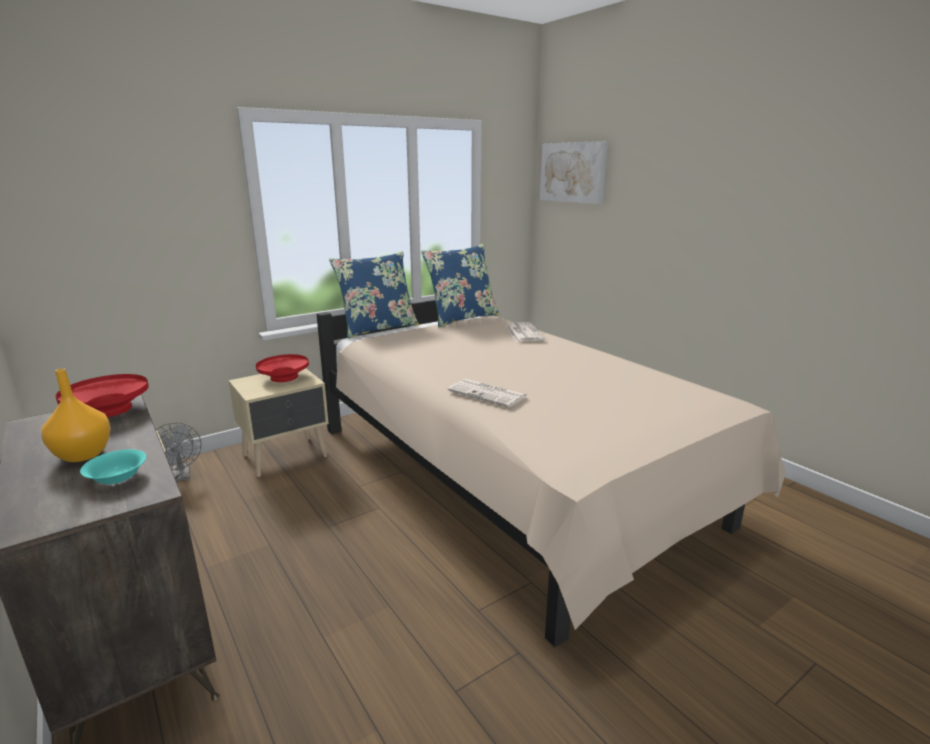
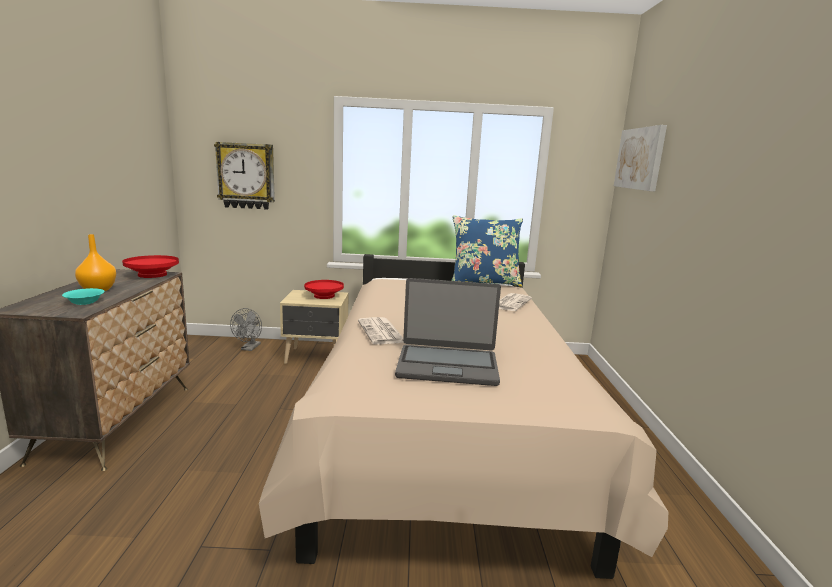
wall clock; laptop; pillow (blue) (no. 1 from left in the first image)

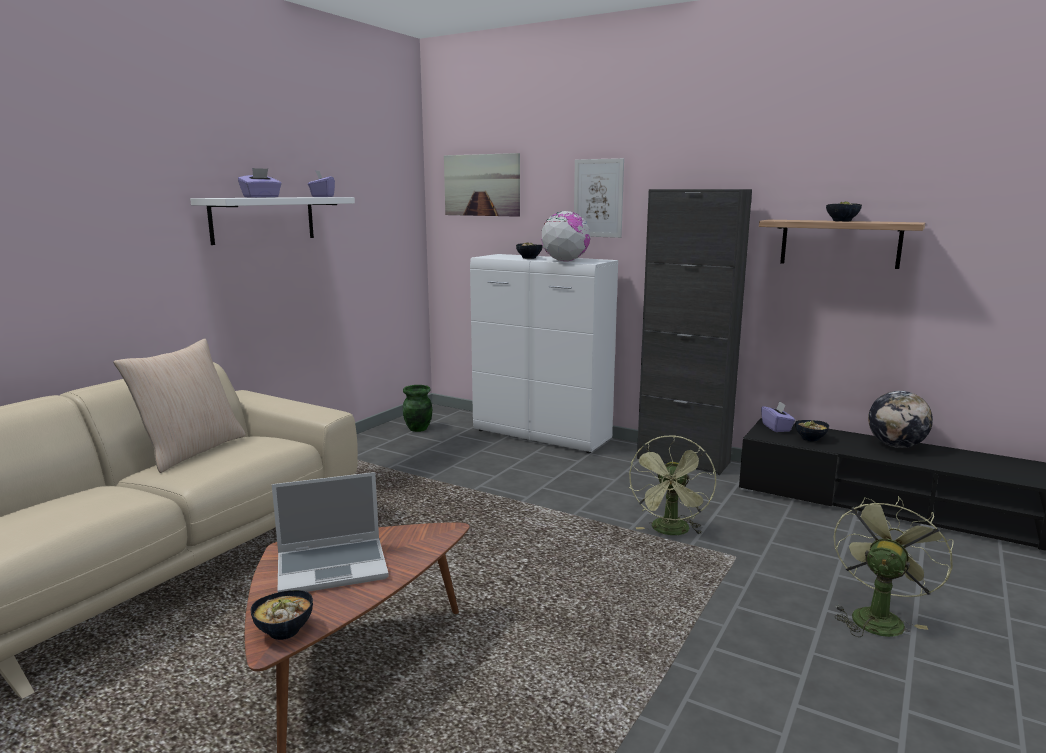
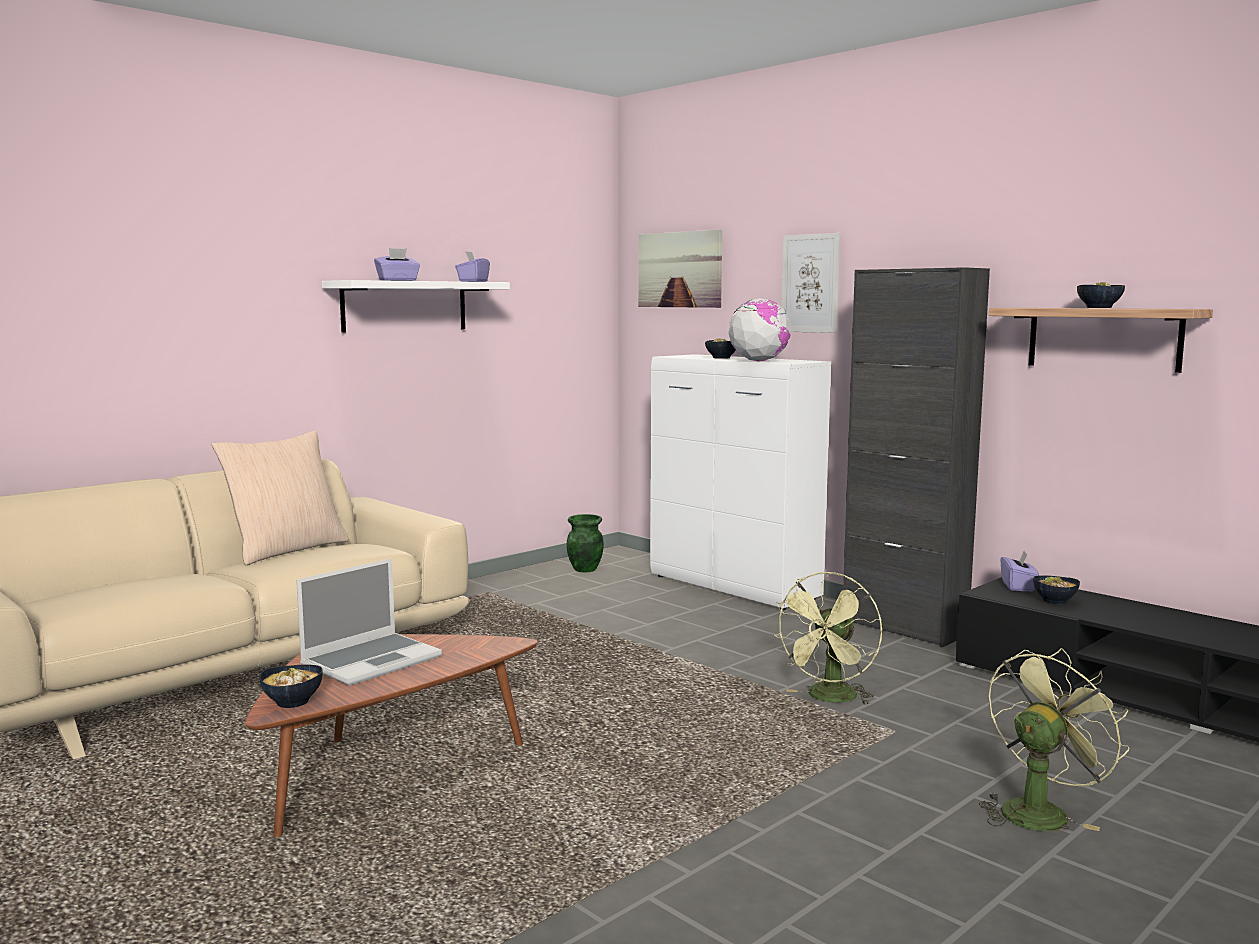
laptop; globe (no. 2 from left in the first image)

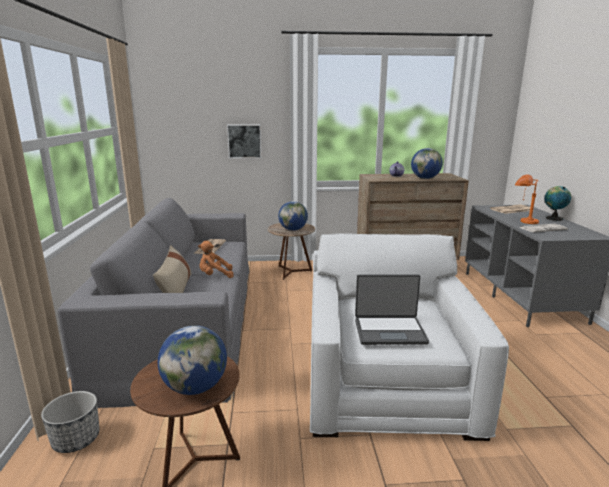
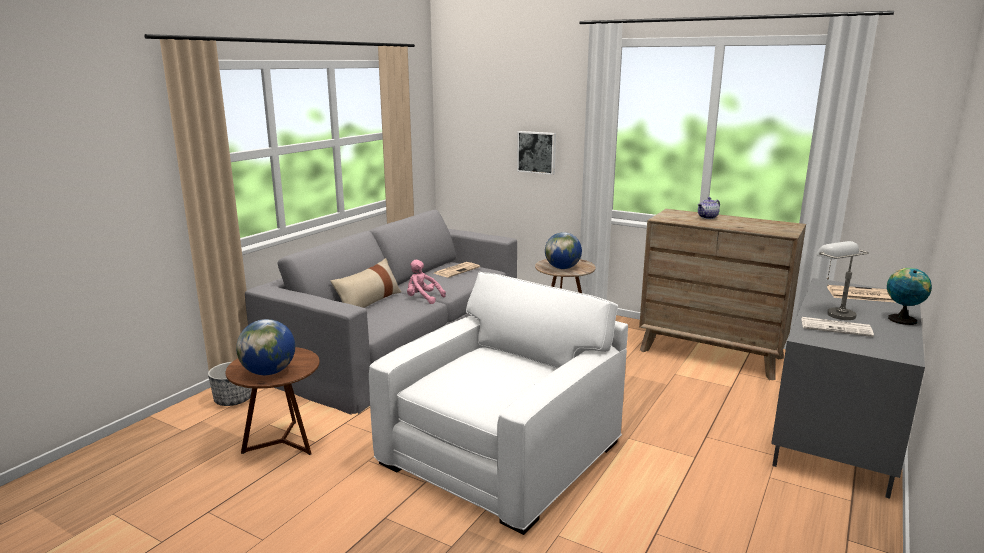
plush toy (pink); table lamp (grey); laptop; globe (no. 3 from left in the first image)

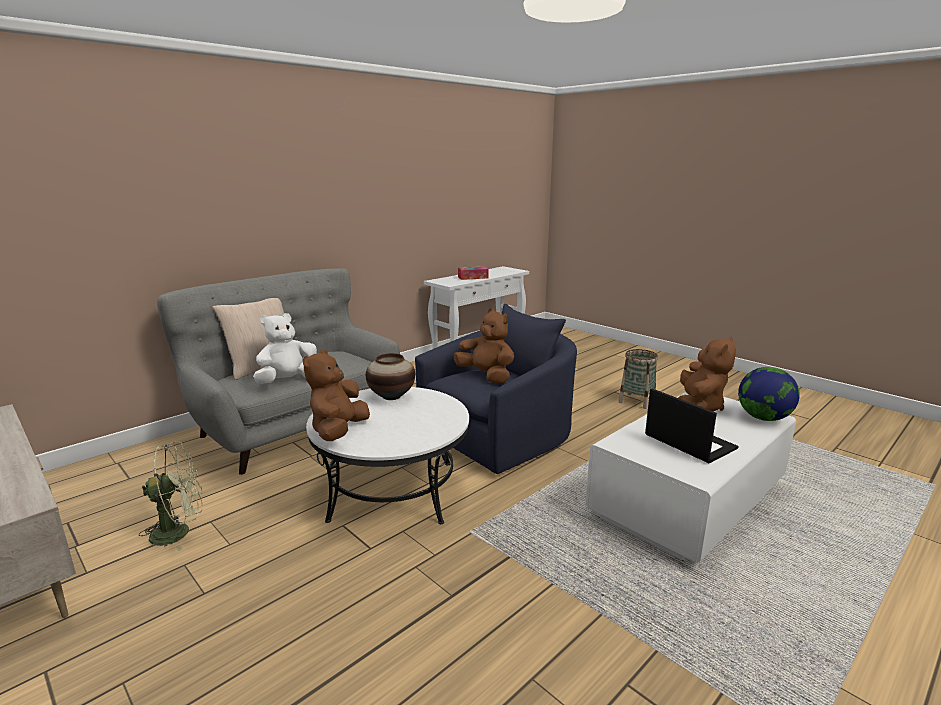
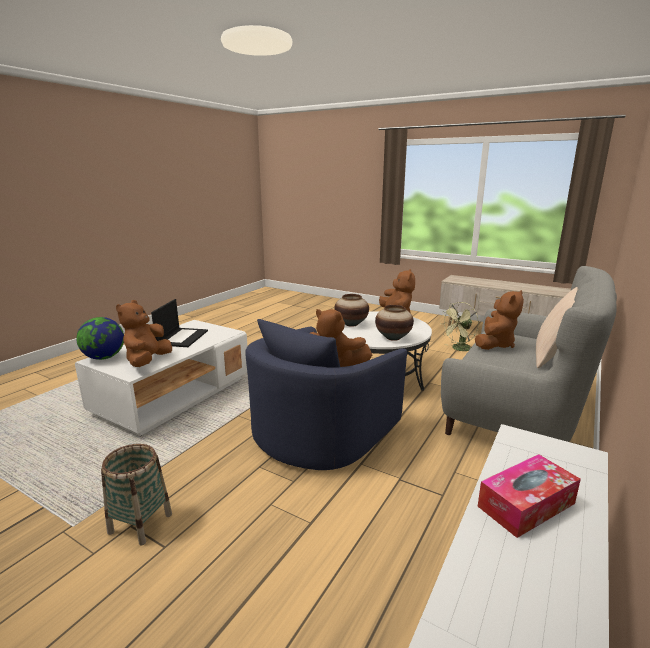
laptop; vase (no. 1 from left); plush toy (brown) (no. 4 from left)

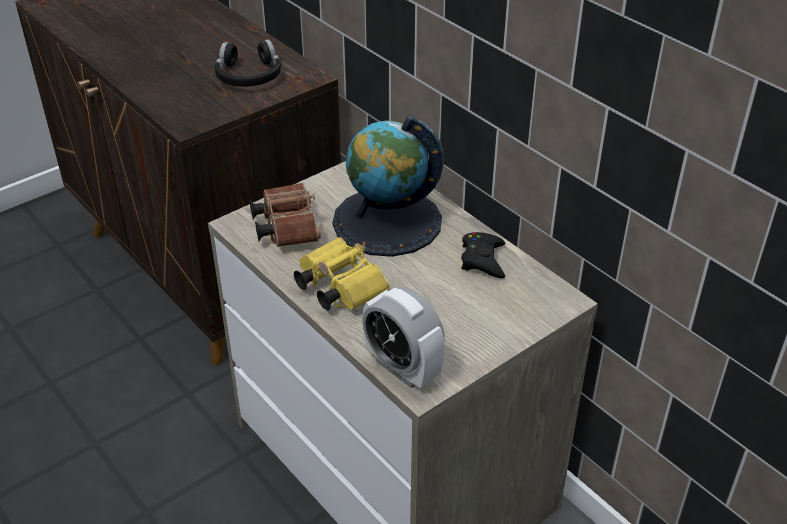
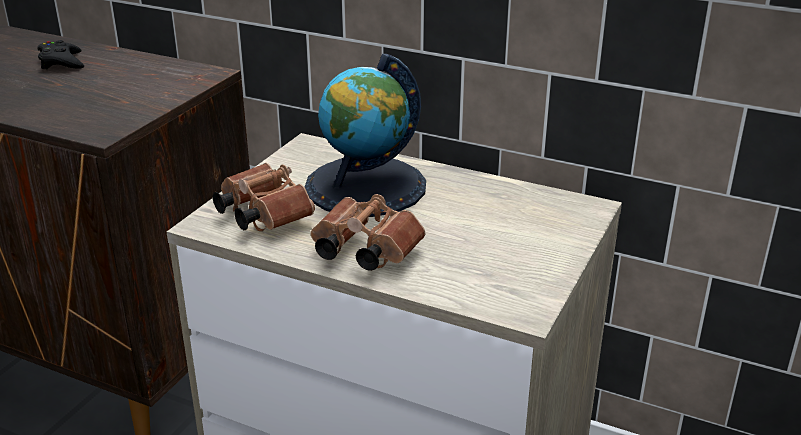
game controller (black); binoculars (brown) (no. 2 from left); headphones (black); alarm clock

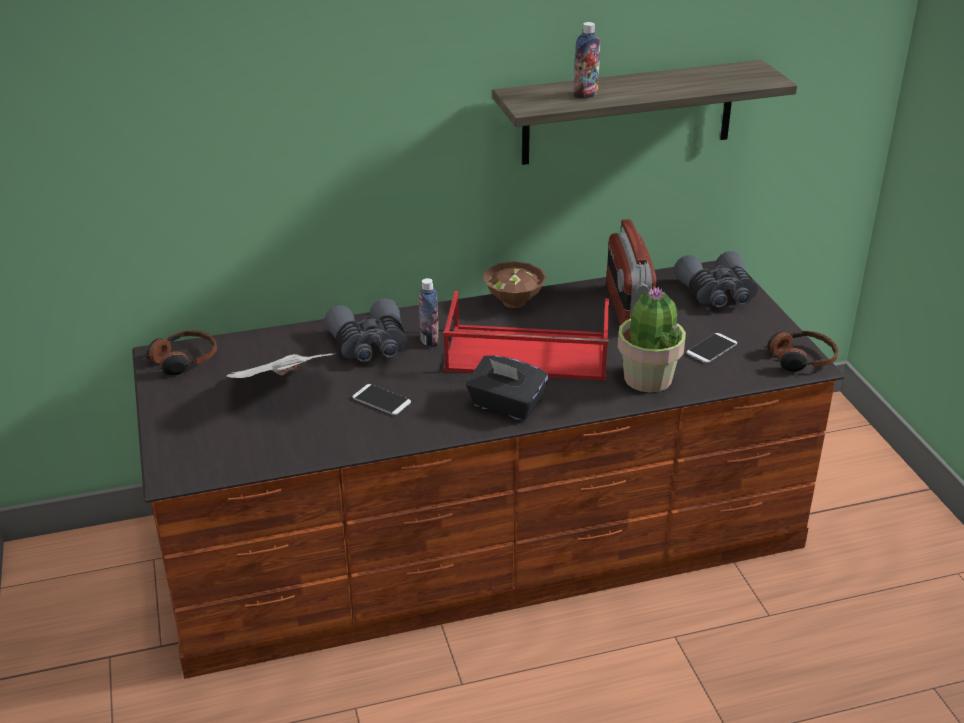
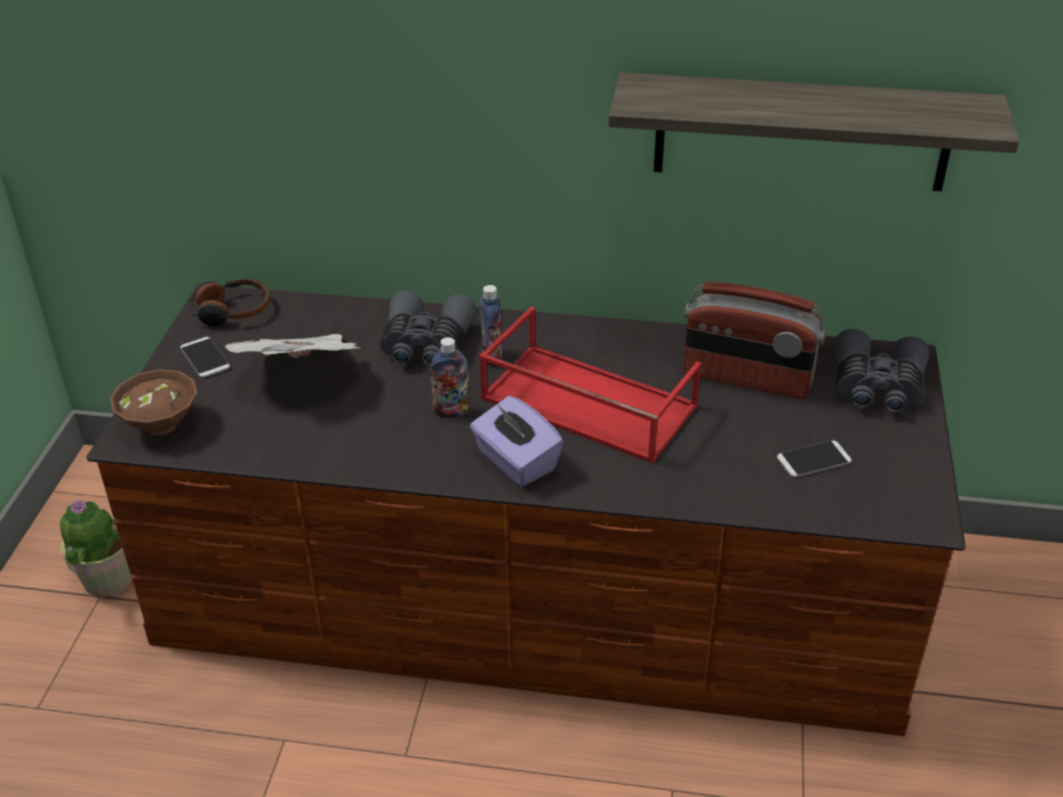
potted plant; bowl (brown); phone (no. 1 from left); bottle (no. 1 from left); tissue box (purple); radio; headphones (no. 2 from left in the first image)

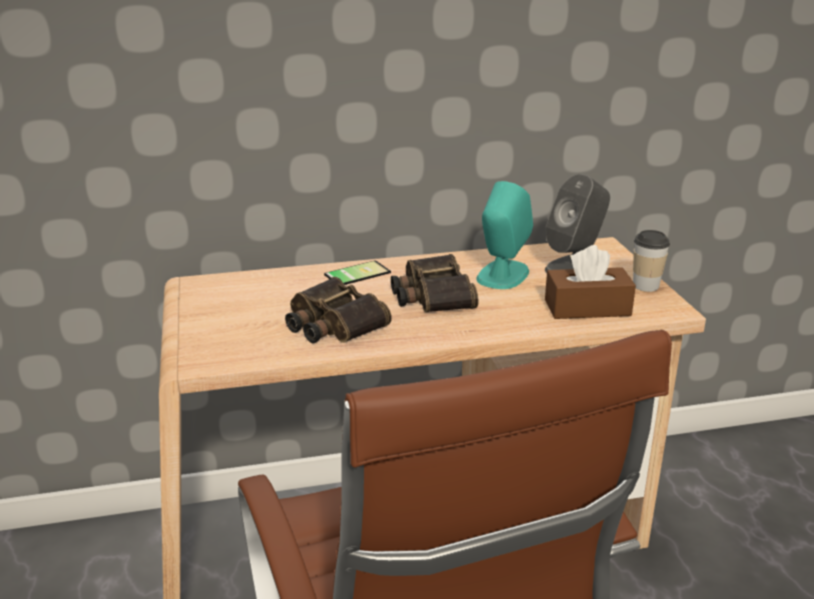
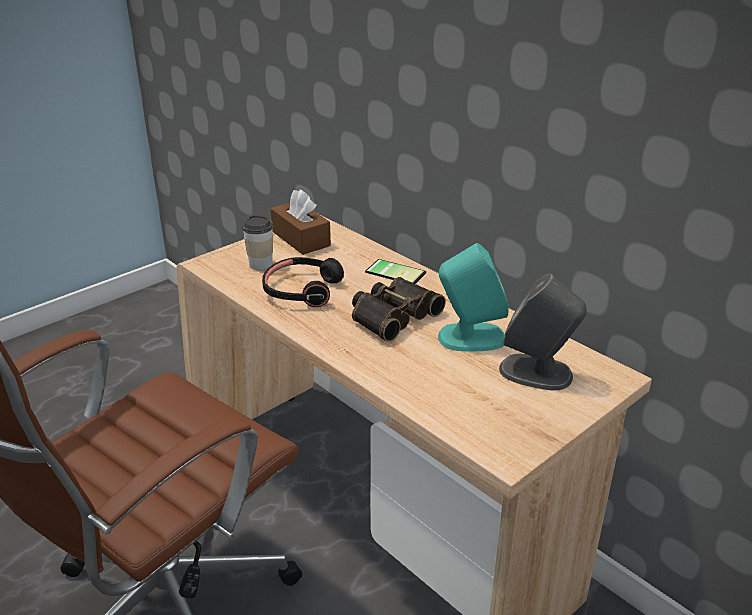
cup; headphones (black); tissue box (brown)

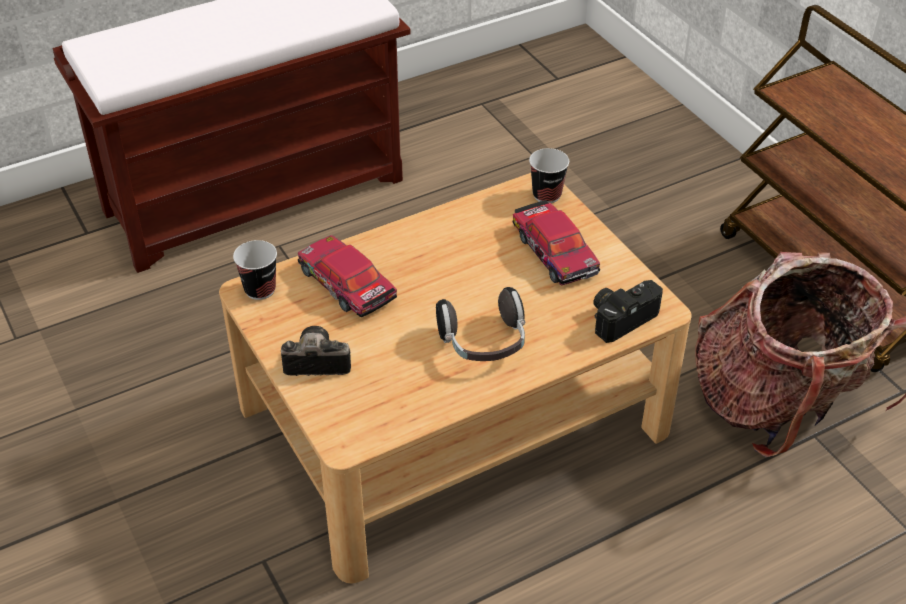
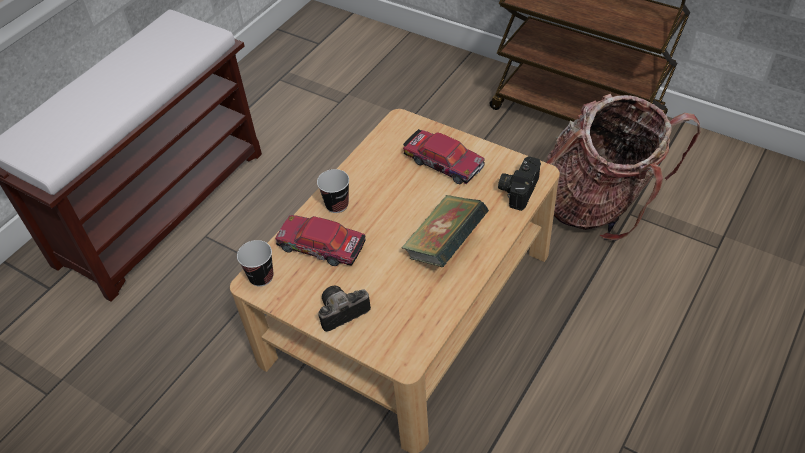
cup (no. 2 from left); book

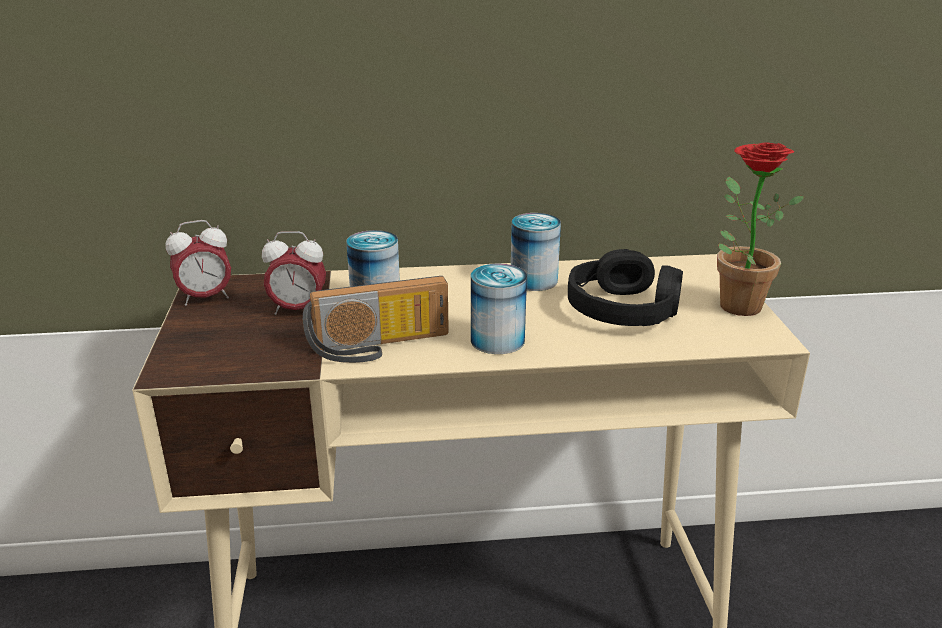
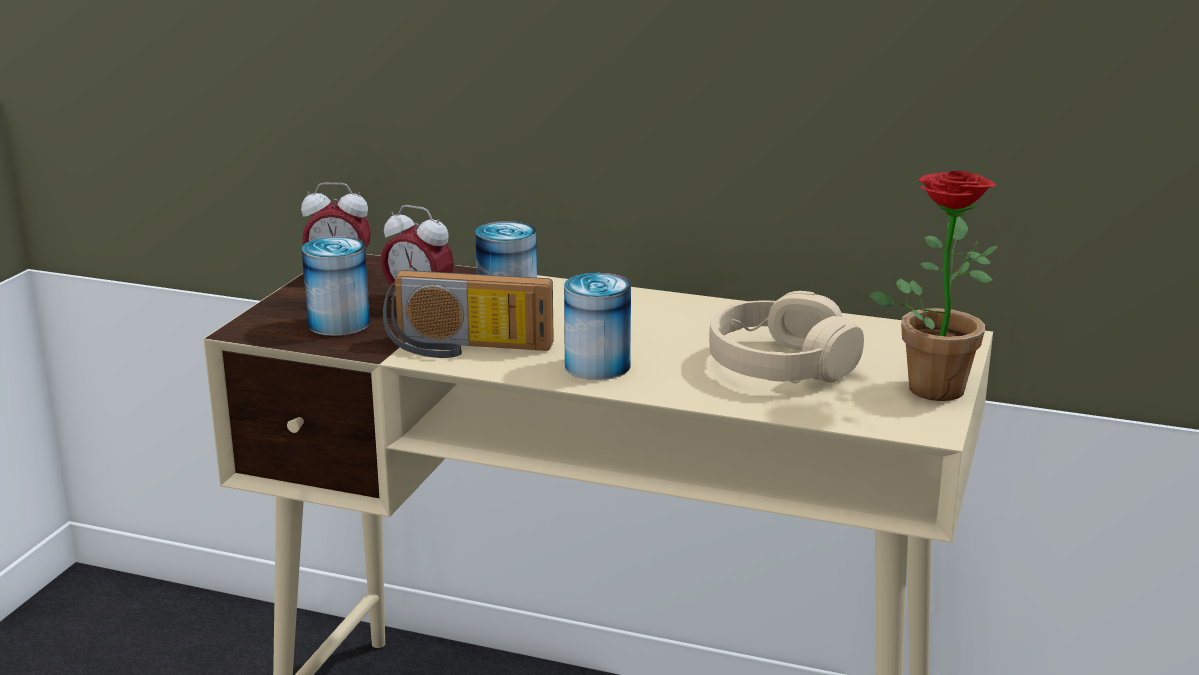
can (no. 1 from left); headphones (beige)

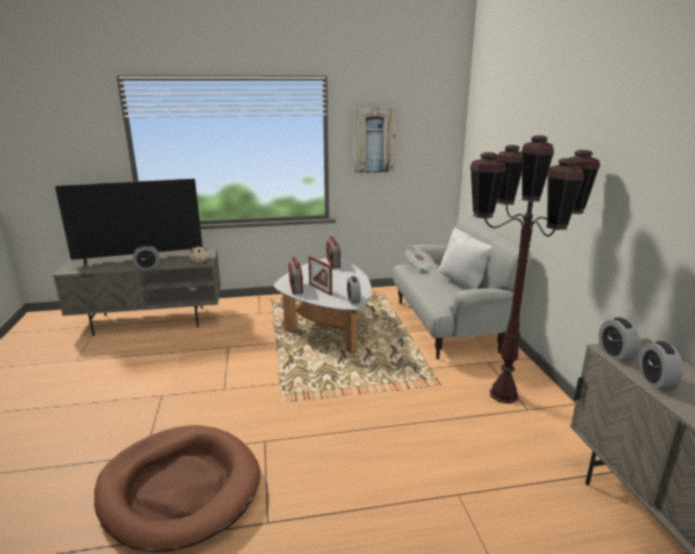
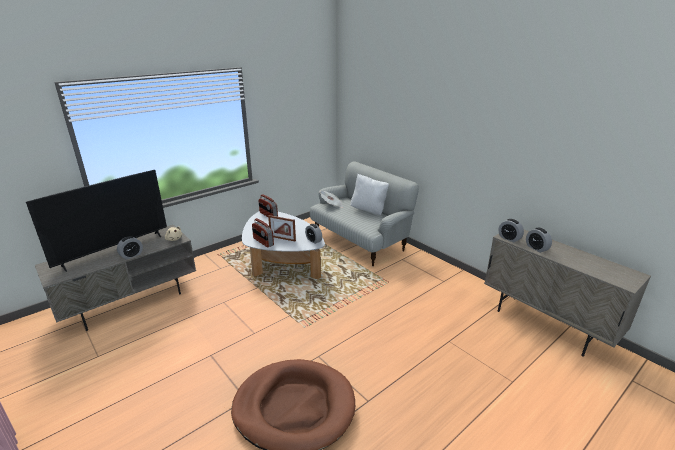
picture; floor lamp (brown)

